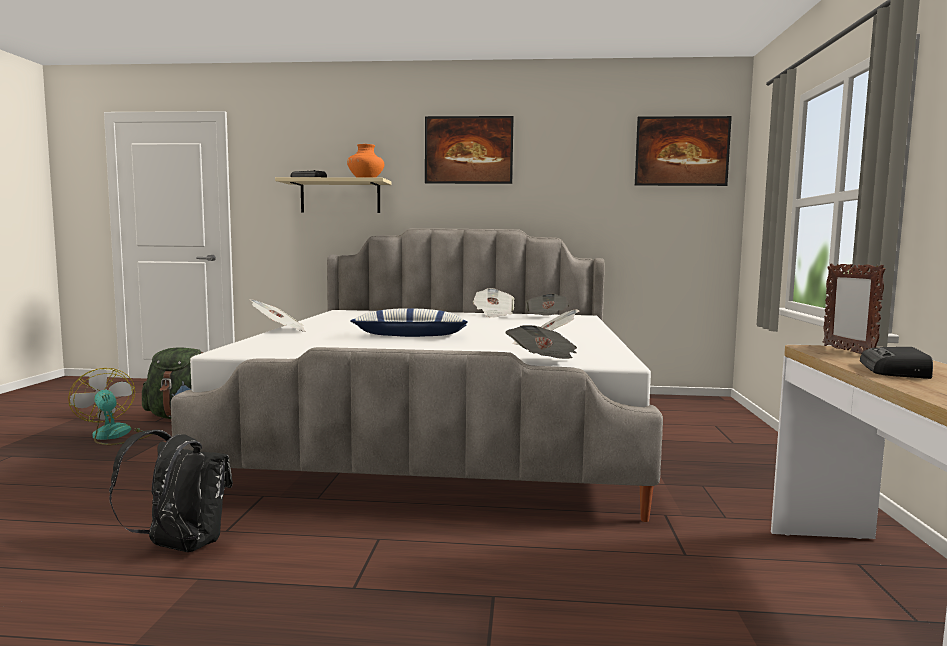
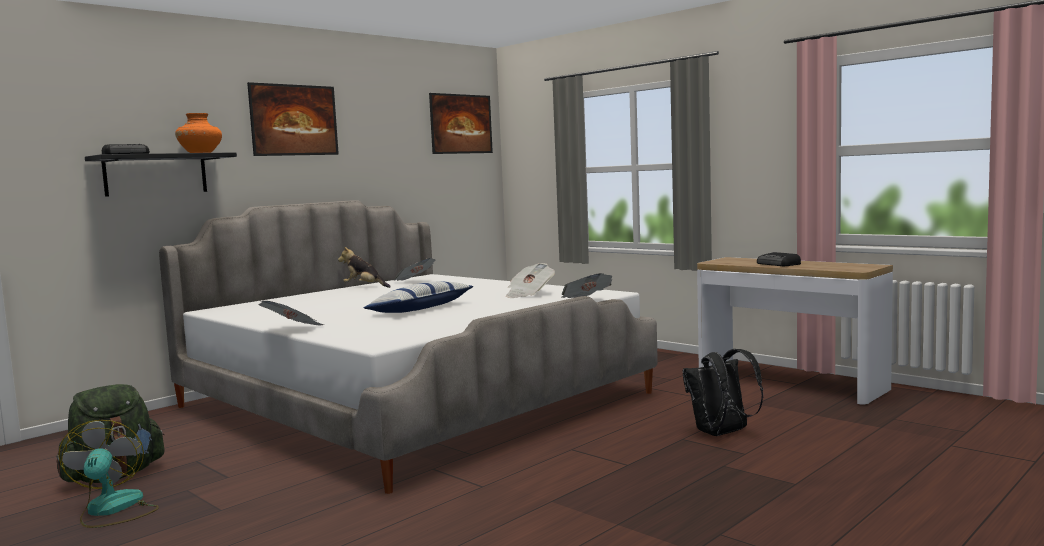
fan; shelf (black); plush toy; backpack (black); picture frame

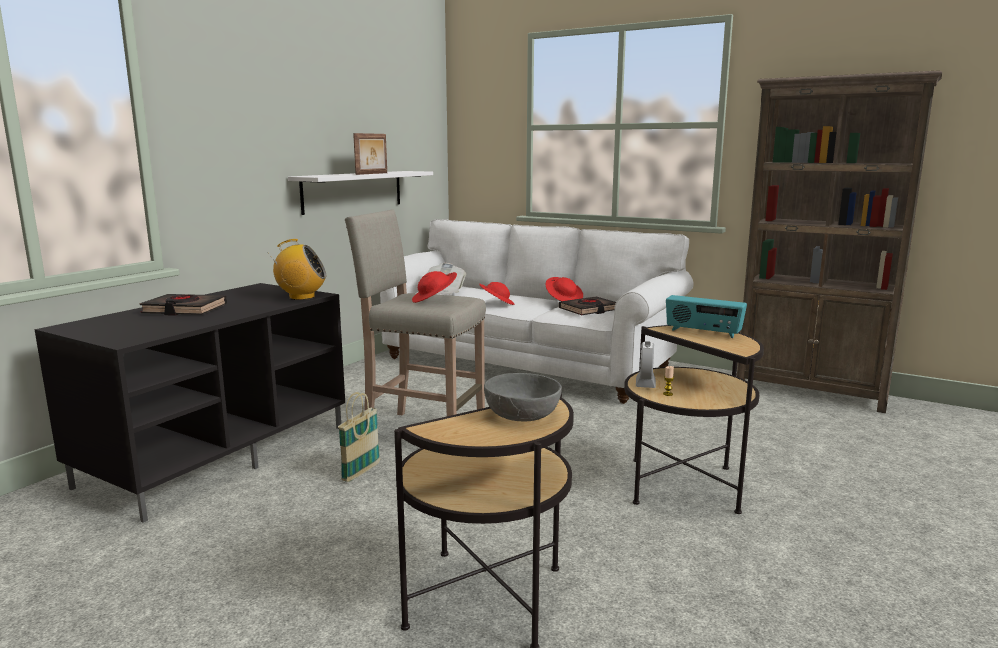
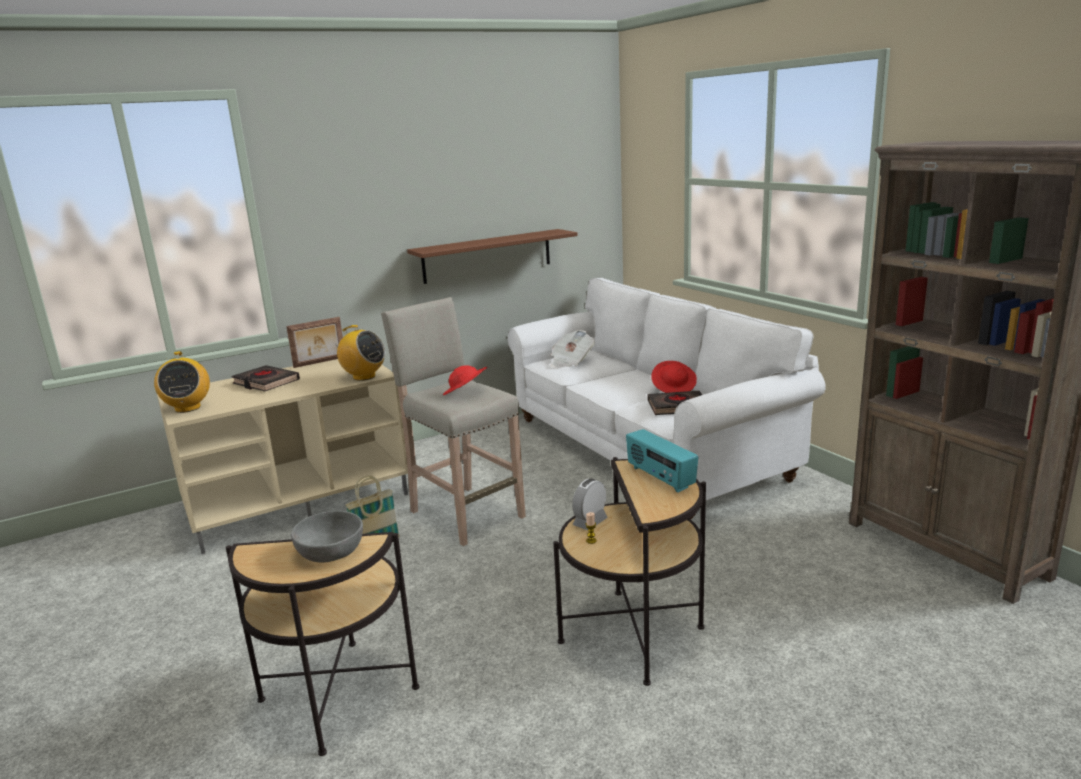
radio (no. 1 from left); tv stand (beige); picture frame; shelf (brown); hat (red) (no. 2 from left in the first image)

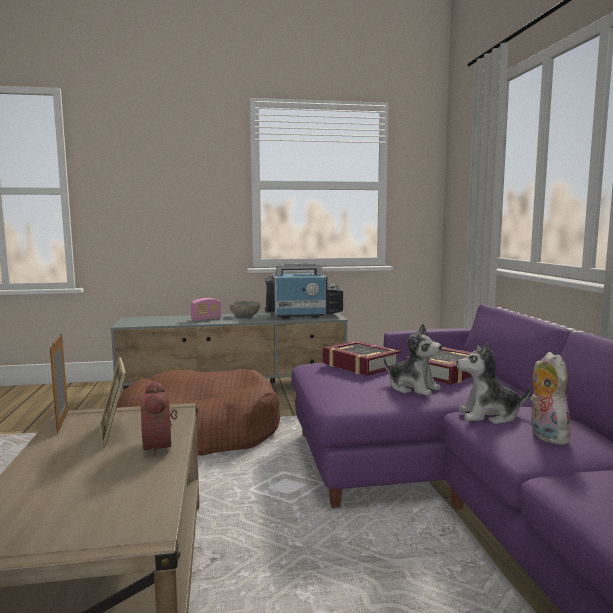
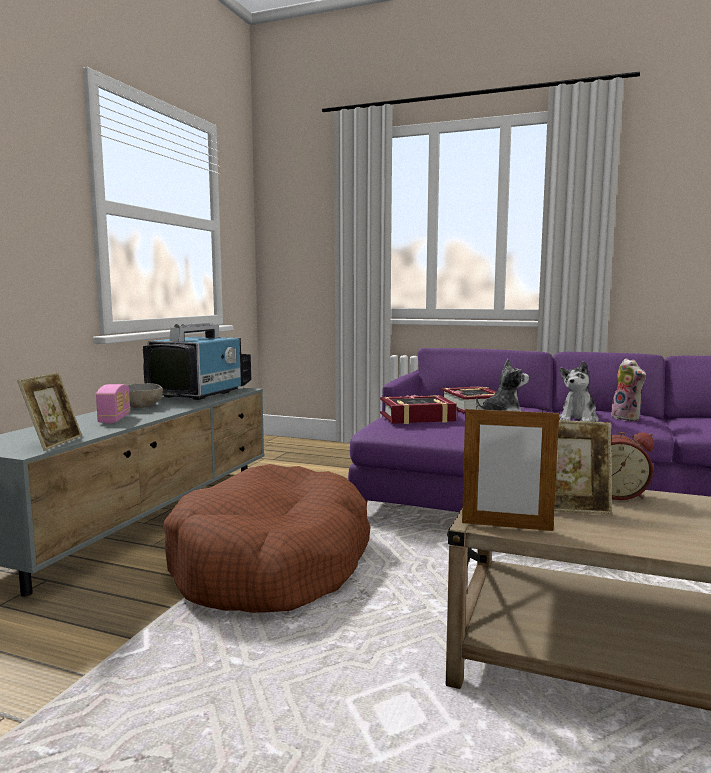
picture frame (no. 1 from left); plush toy (no. 3 from left)

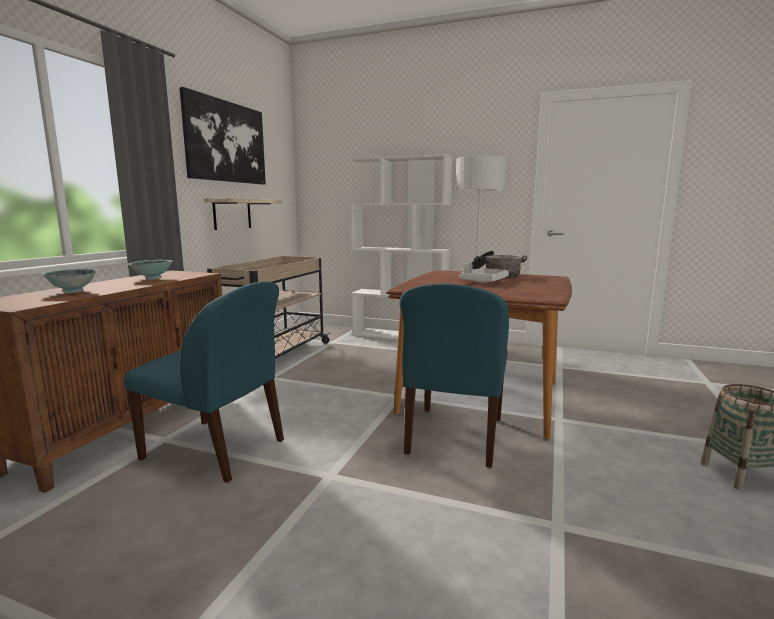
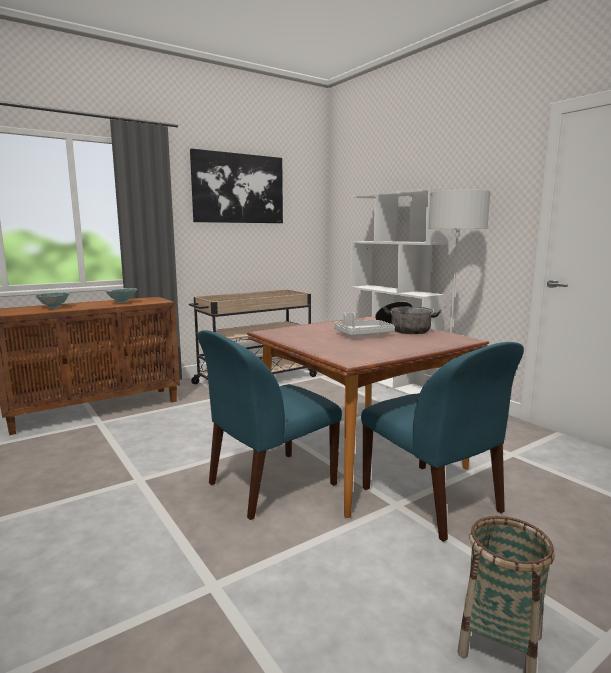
chair (blue) (no. 2 from left); shelf

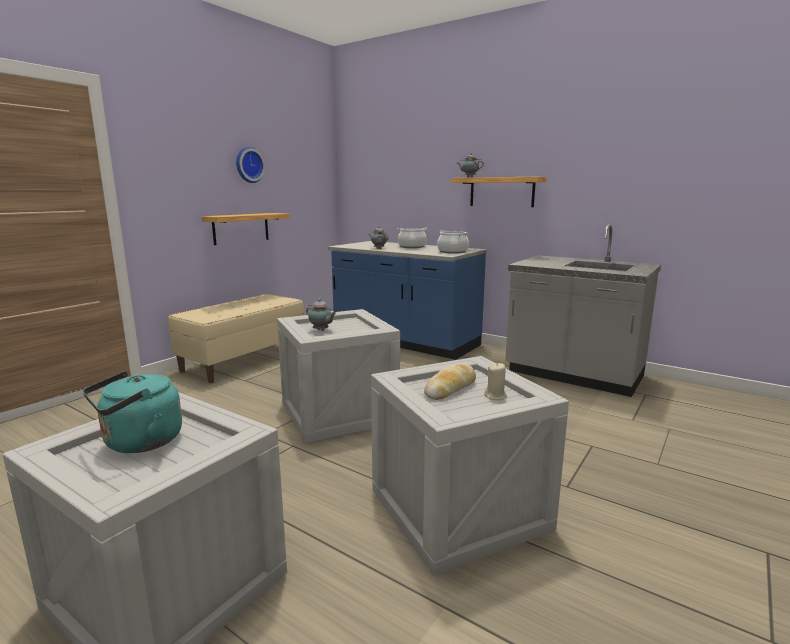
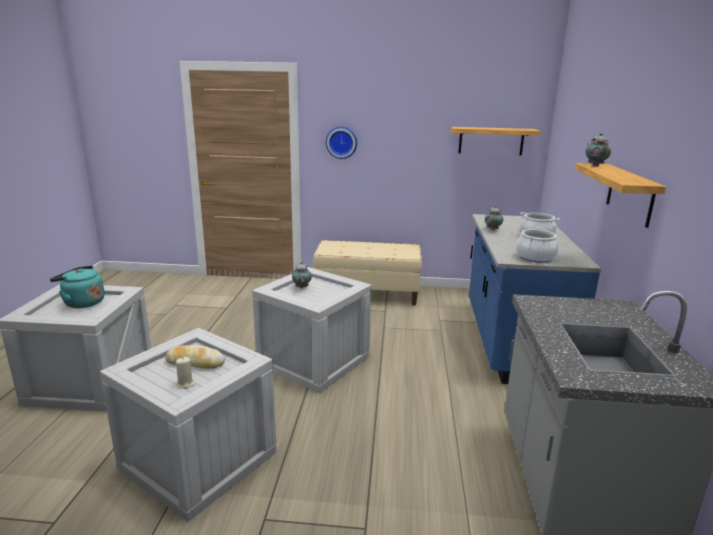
wall clock; shelf (no. 1 from left)

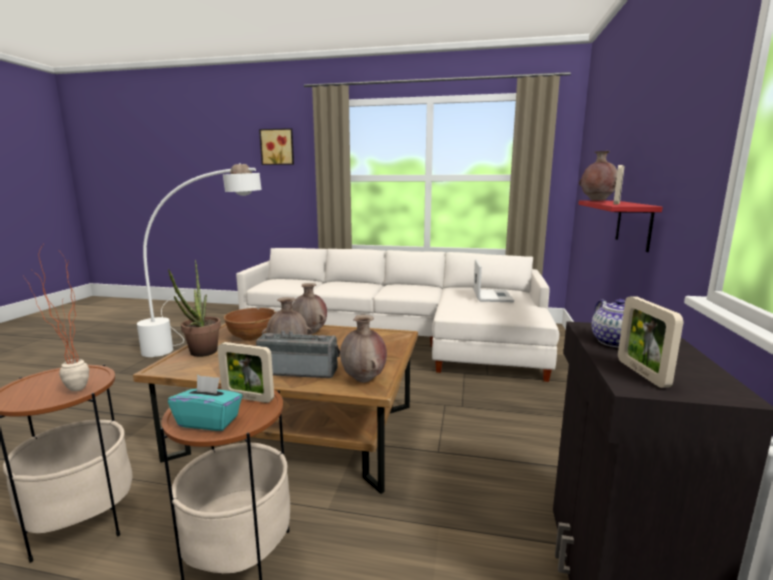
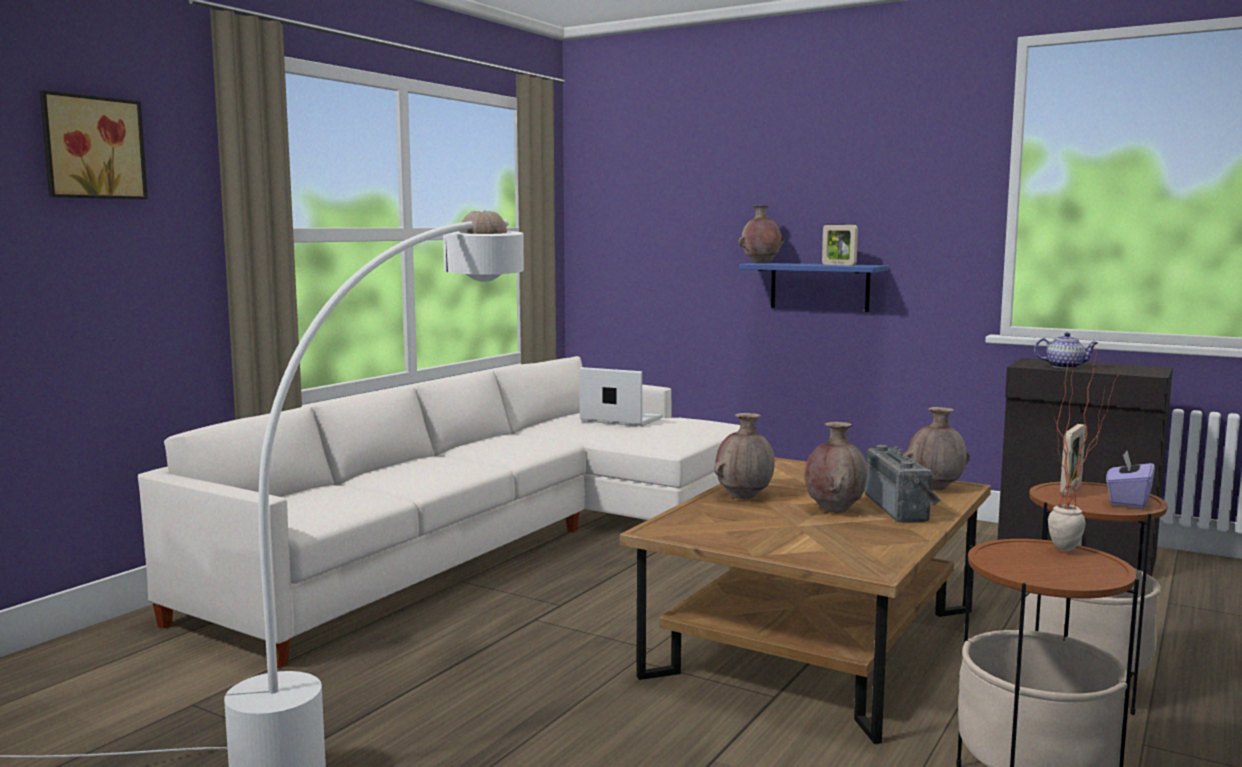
shelf (blue); radio; tissue box (purple); potted plant (no. 2 from left in the first image); bowl (brown); picture frame (no. 3 from left in the first image)

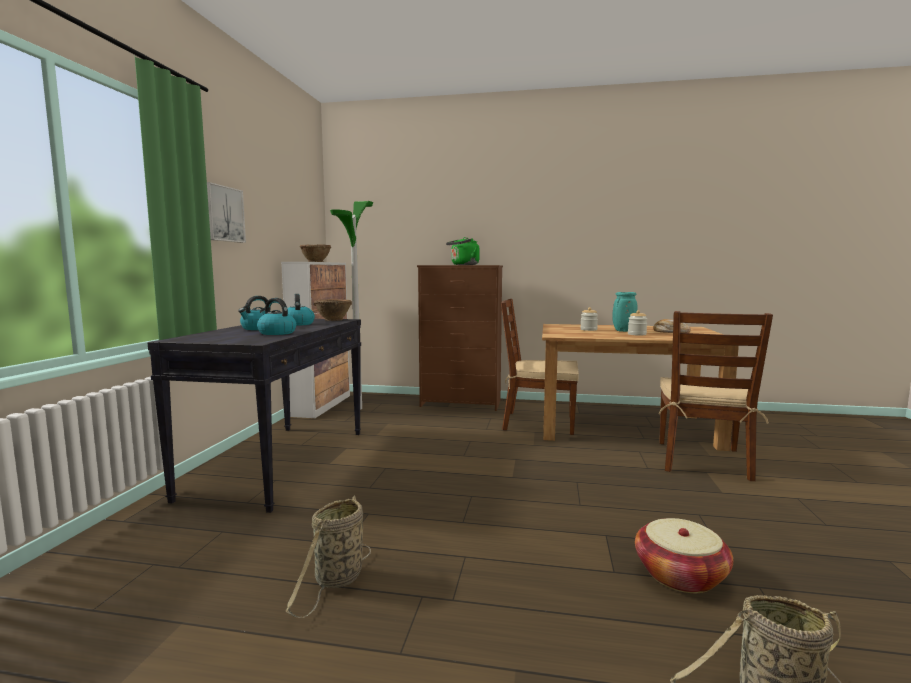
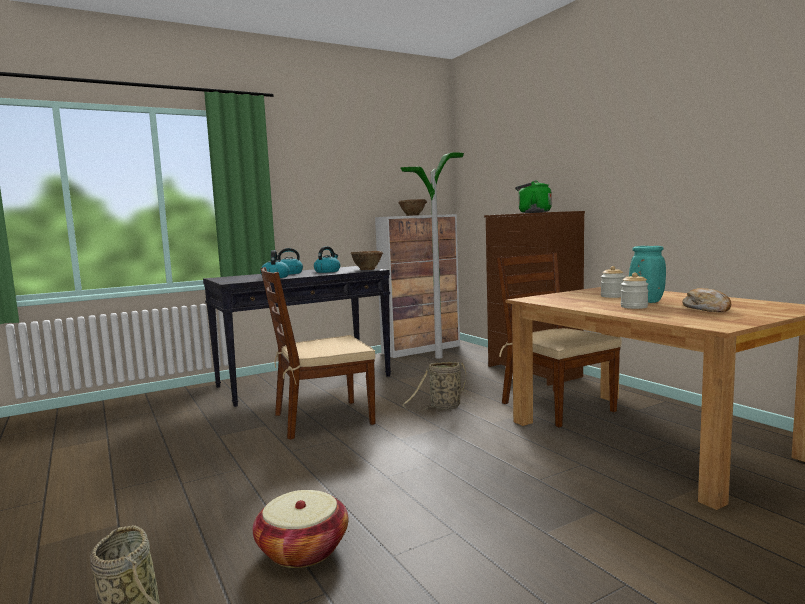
chair (brown) (no. 1 from left); basket (no. 3 from left); picture

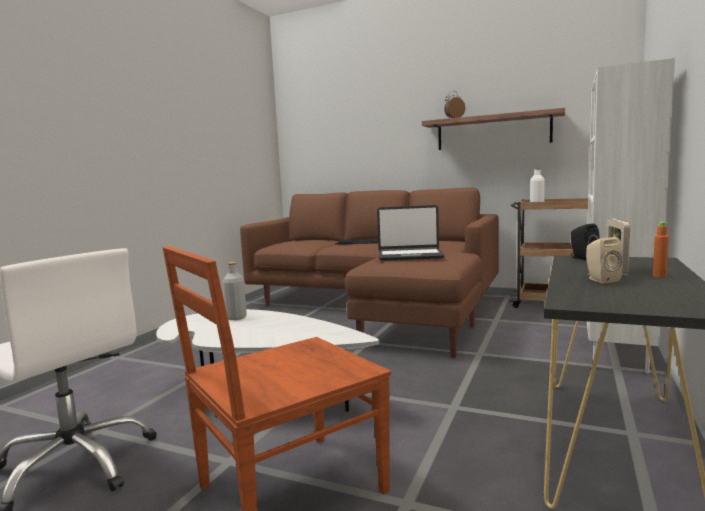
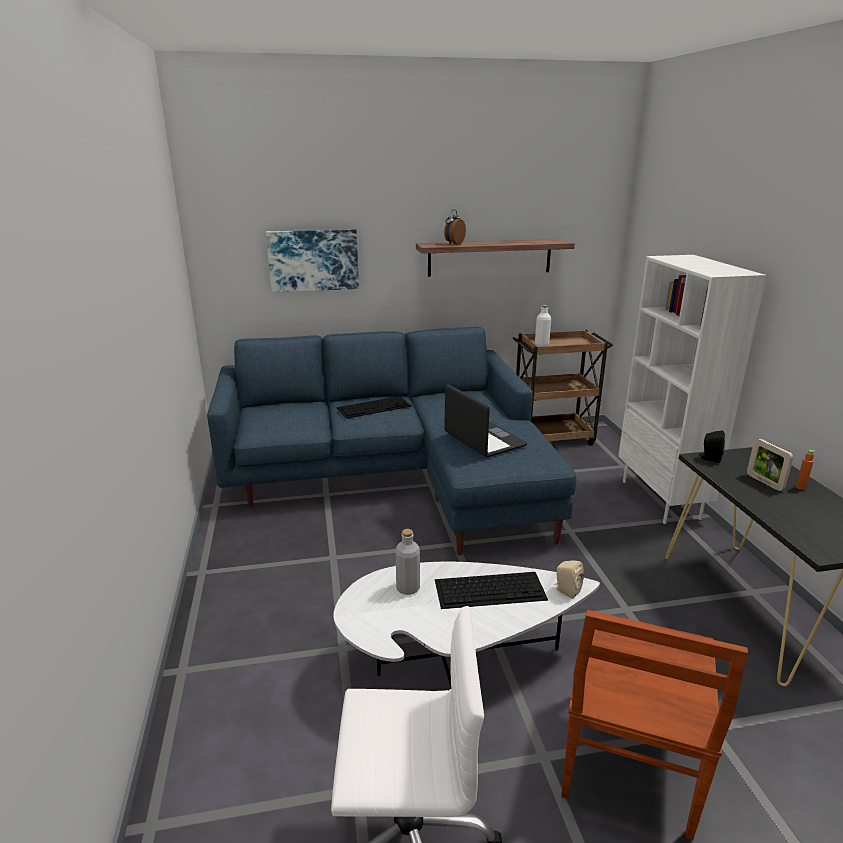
sofa (blue); picture; keyboard (no. 2 from left); laptop; speaker (beige)

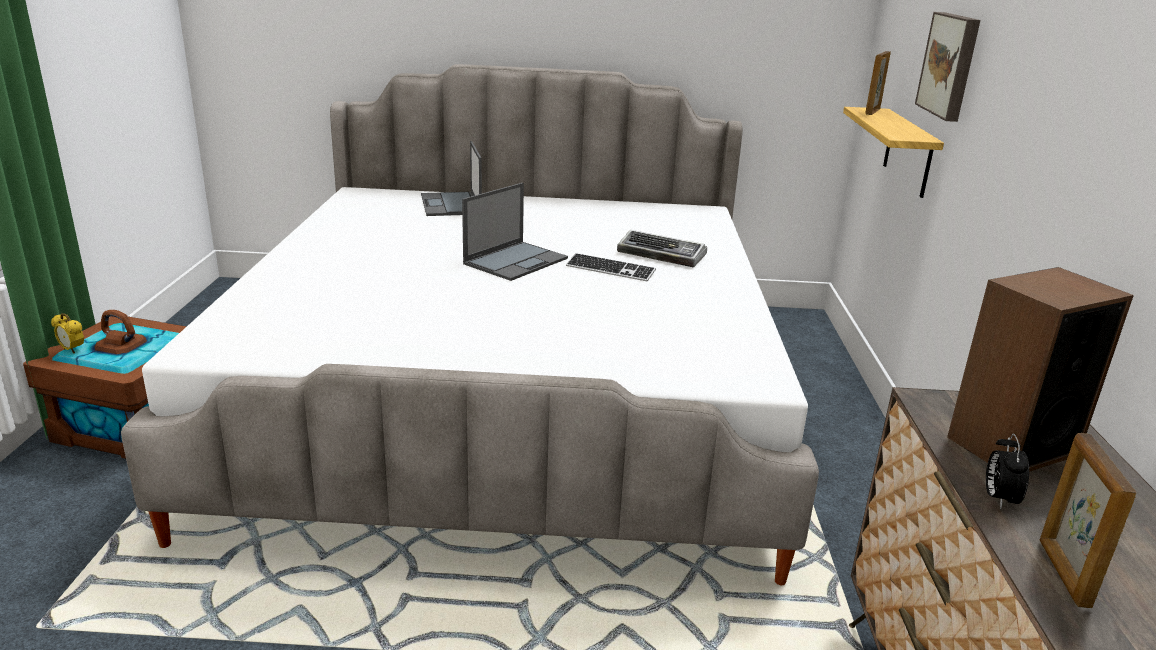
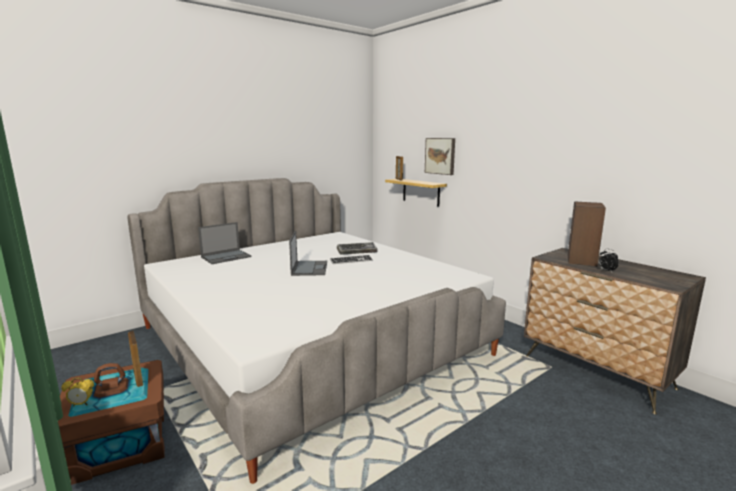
picture frame (no. 1 from left); laptop (no. 1 from left)

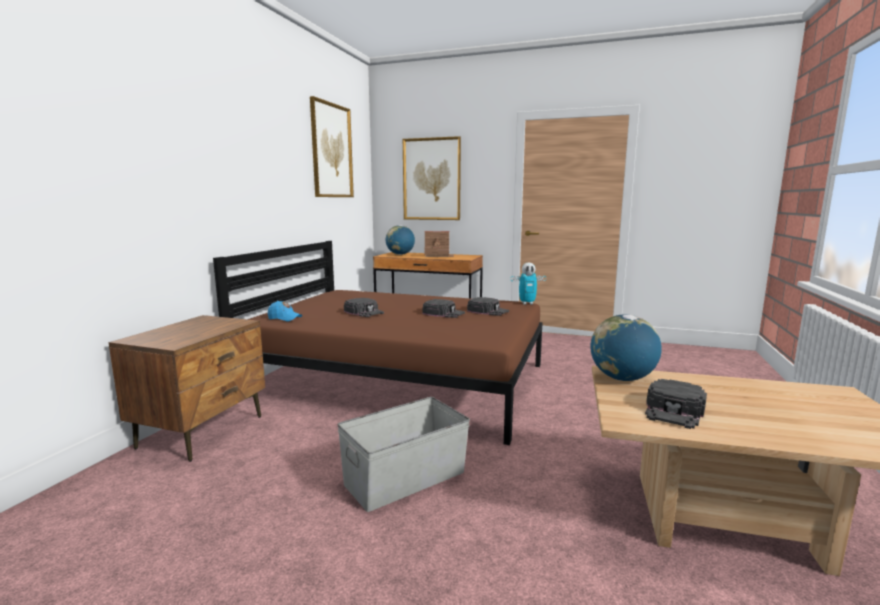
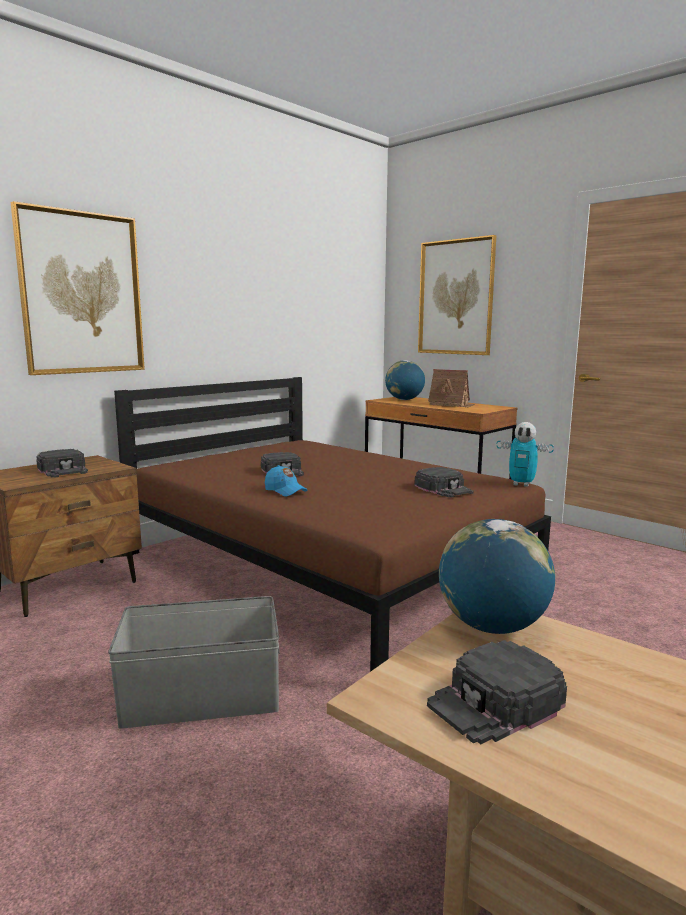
picture (no. 1 from left); cap (black) (no. 1 from left); cap (blue)

